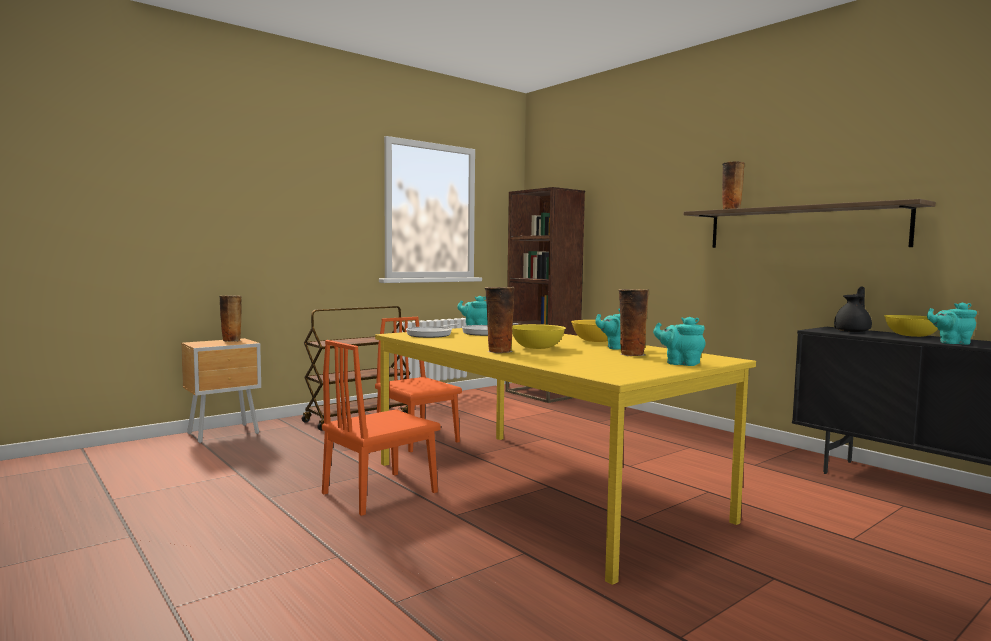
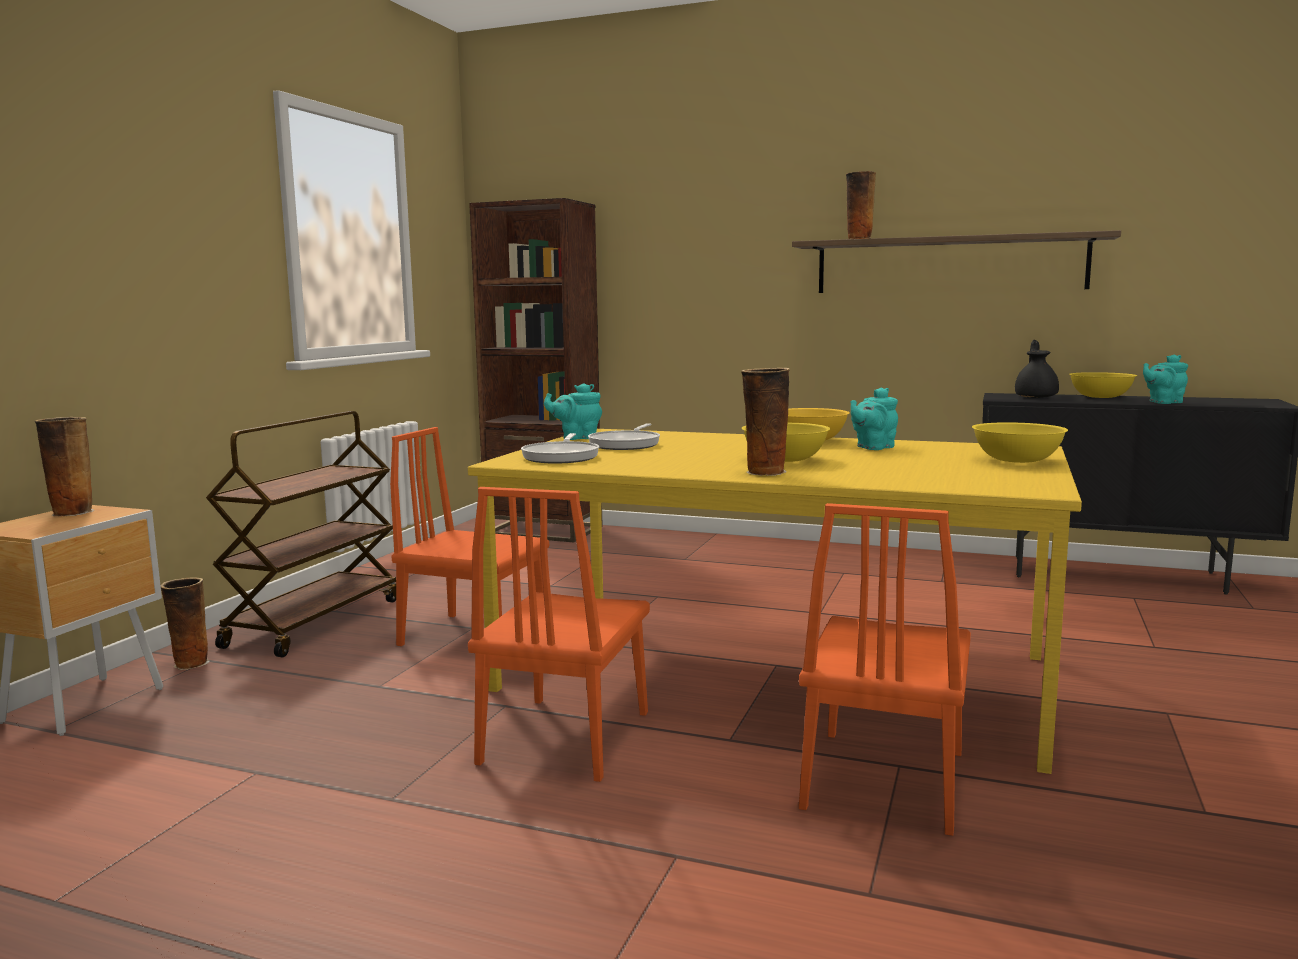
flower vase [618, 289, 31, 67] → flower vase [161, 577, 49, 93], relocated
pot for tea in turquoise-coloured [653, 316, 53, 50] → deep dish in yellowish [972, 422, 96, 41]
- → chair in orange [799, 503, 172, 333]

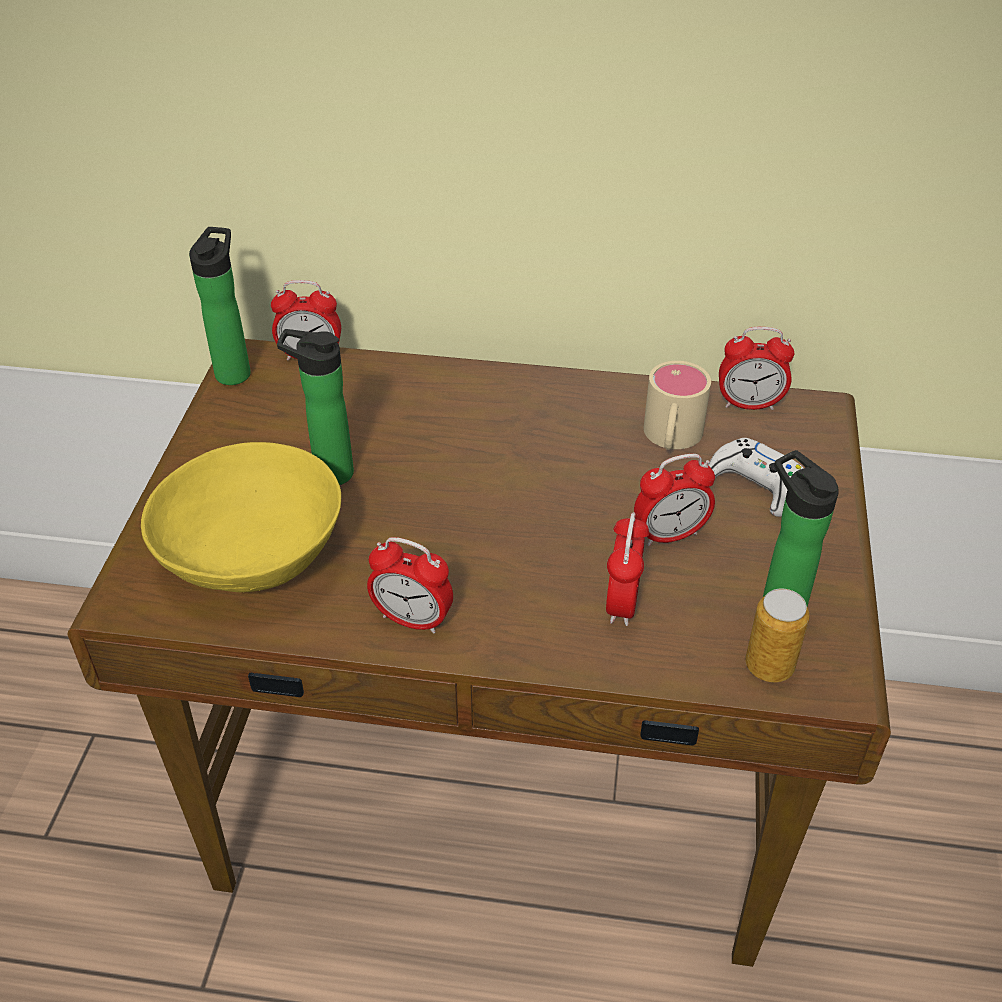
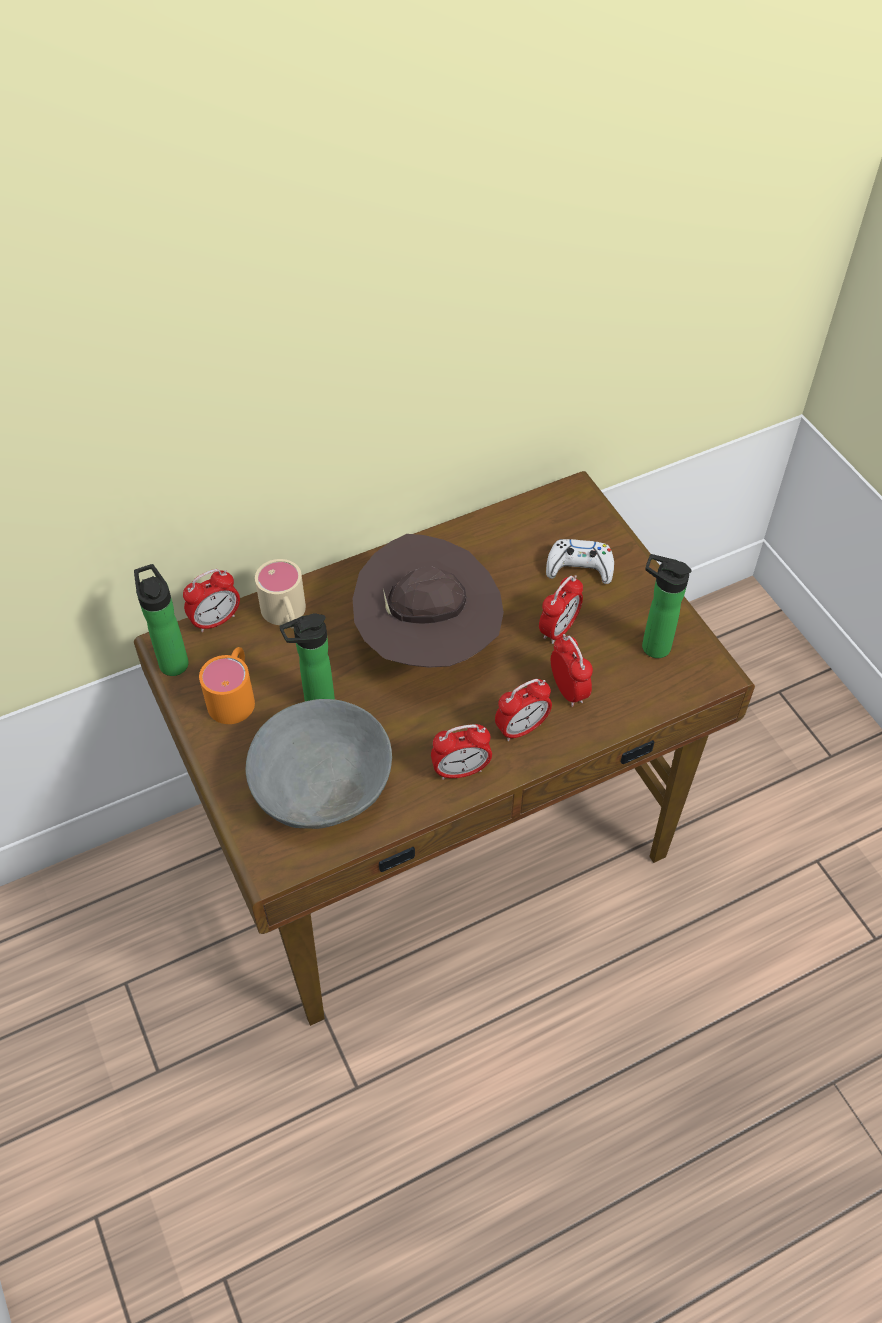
alarm clock [719, 327, 76, 83] → alarm clock [495, 679, 57, 62], relocated
tea mug in sand-coloured [644, 361, 67, 89] → tea mug in sand-coloured [255, 559, 51, 70], relocated
deep dish in yellowish [141, 442, 200, 150] → deep dish in gray [246, 699, 146, 130]
sealed can [745, 588, 65, 94] → -
- → wearable hat in brownish [353, 534, 151, 134]
- → tea mug in orange [199, 647, 56, 77]

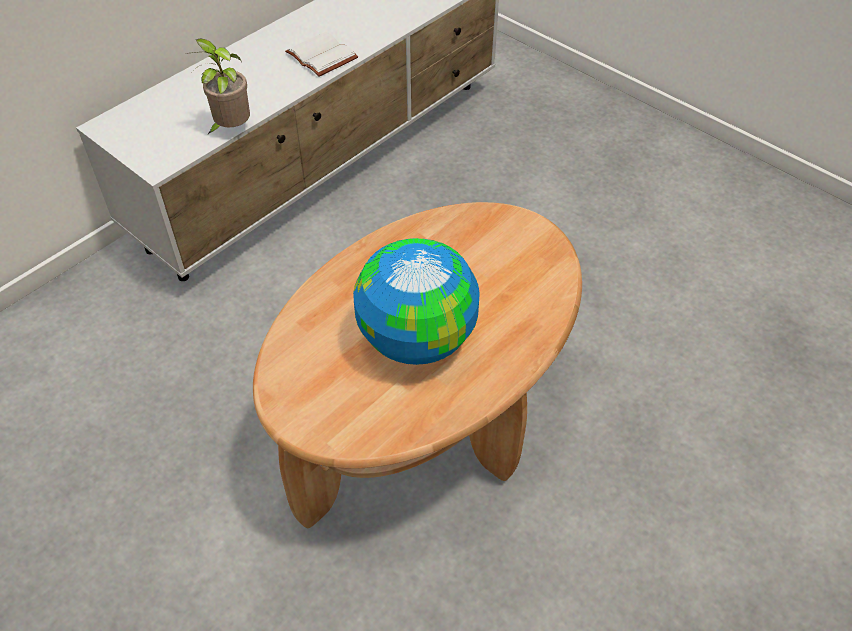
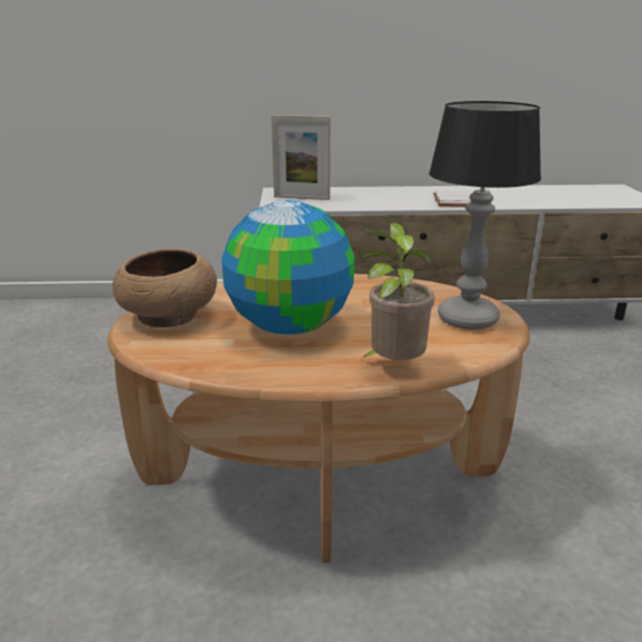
potted plant [185, 38, 65, 97] → potted plant [361, 222, 74, 138], relocated
- → tabletop lamp [429, 101, 112, 229]
- → photo frame [271, 115, 60, 85]
- → deep dish in brownish [113, 249, 104, 79]

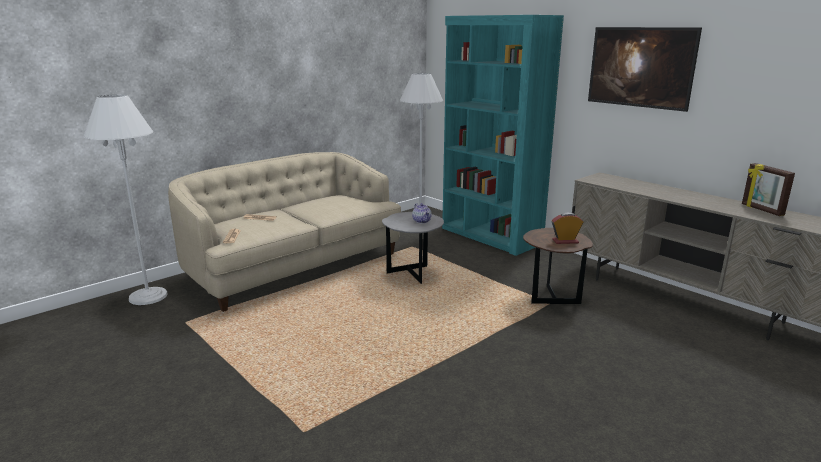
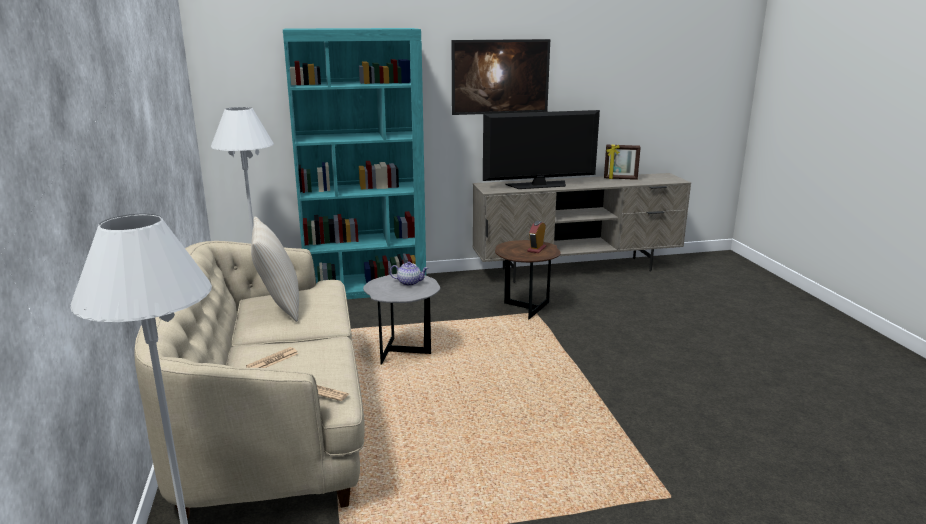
- → TV set [483, 110, 117, 79]
- → throw pillow in sand-coloured [251, 216, 48, 106]

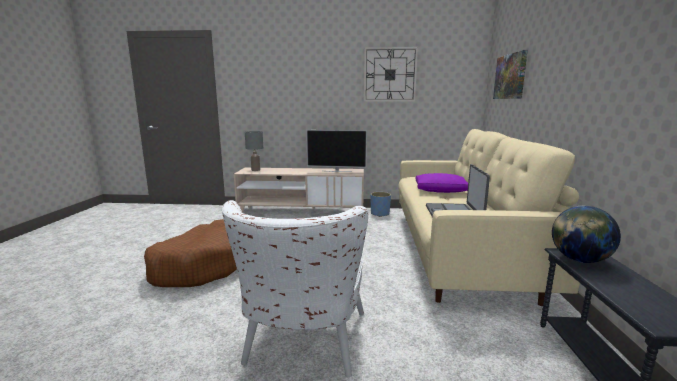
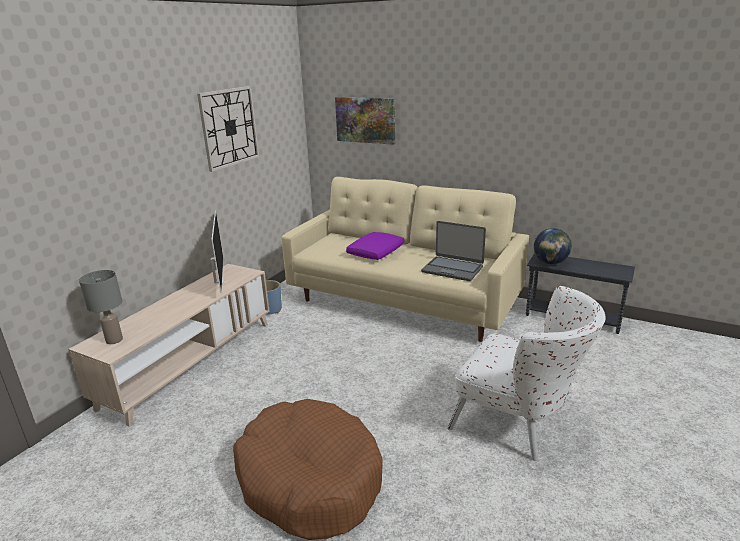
TV set [306, 130, 61, 42] → TV set [211, 210, 13, 83], 45 degrees counterclockwise

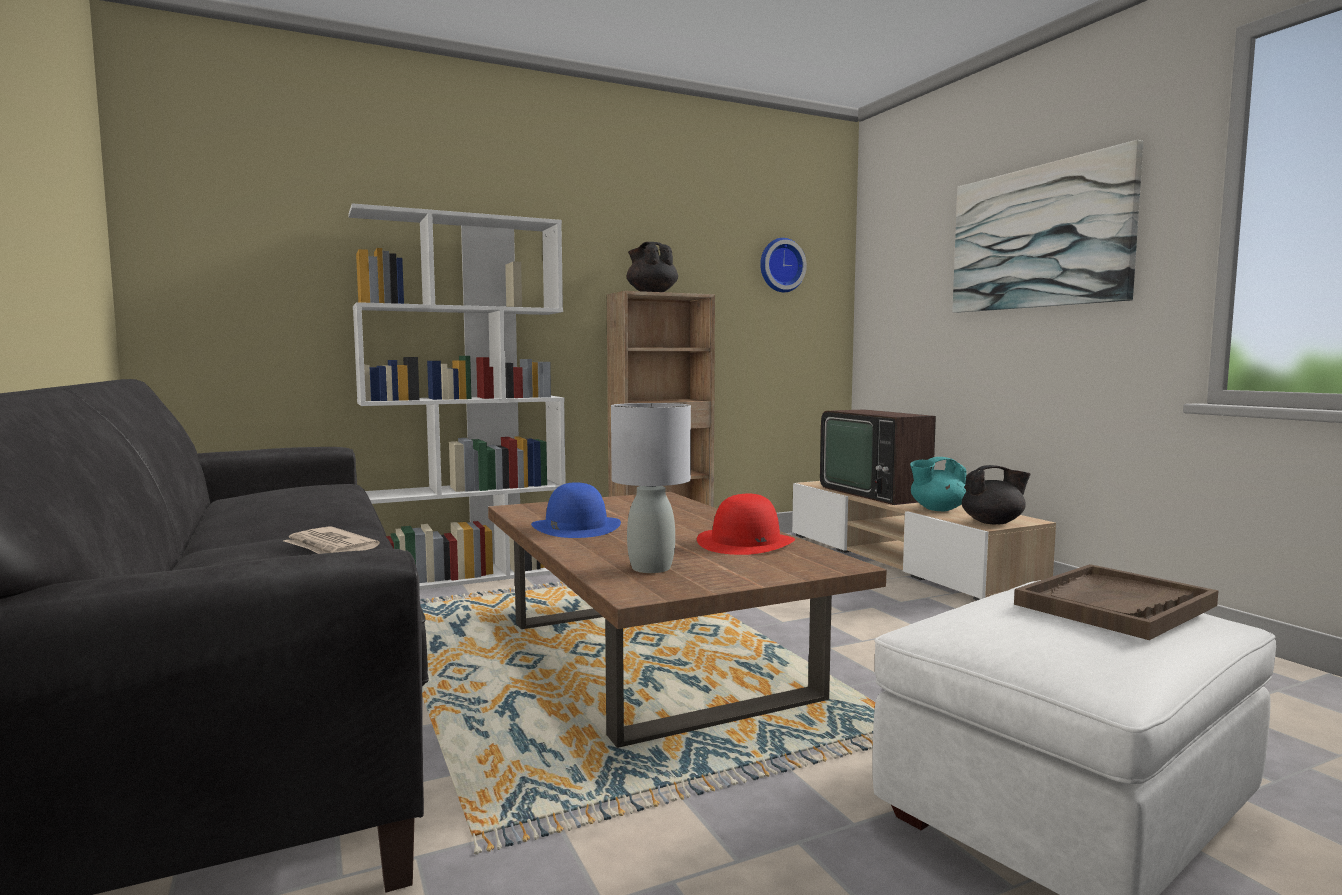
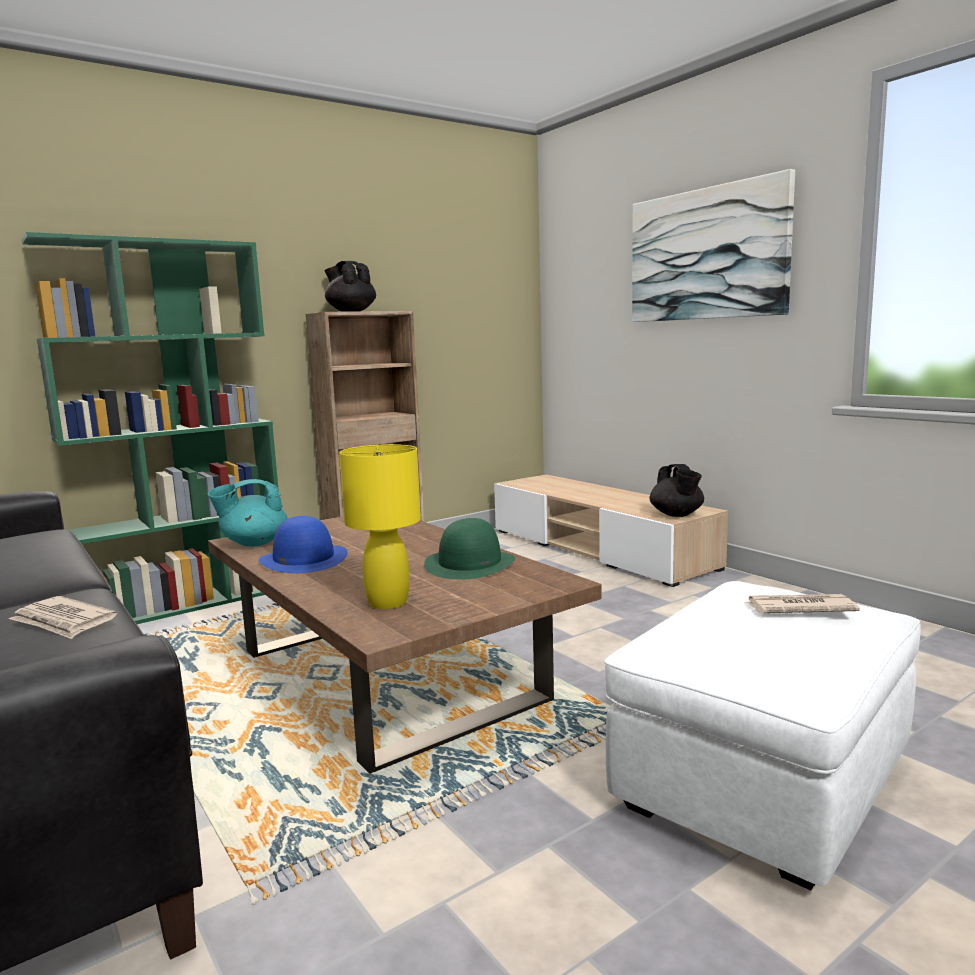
bookshelf in whitish [349, 203, 217, 387] → bookshelf in green-coloured [21, 232, 258, 392]
clock on the wall [760, 238, 47, 54] → -
tabletop lamp in gray [611, 403, 80, 170] → tabletop lamp in yellowish [339, 444, 82, 165]
TV set [820, 409, 116, 96] → -
pot for tea in turquoise-coloured [910, 457, 57, 54] → pot for tea in turquoise-coloured [208, 479, 80, 68], relocated
pot for tea in black-coloured [962, 465, 69, 59] → pot for tea in black-coloured [649, 464, 55, 53], 90 degrees clockwise
wearable hat in reddish [697, 494, 98, 61] → wearable hat in green-coloured [424, 518, 91, 62]
carrying tray in brownish [1014, 564, 205, 76] → printed paper [744, 594, 116, 19]

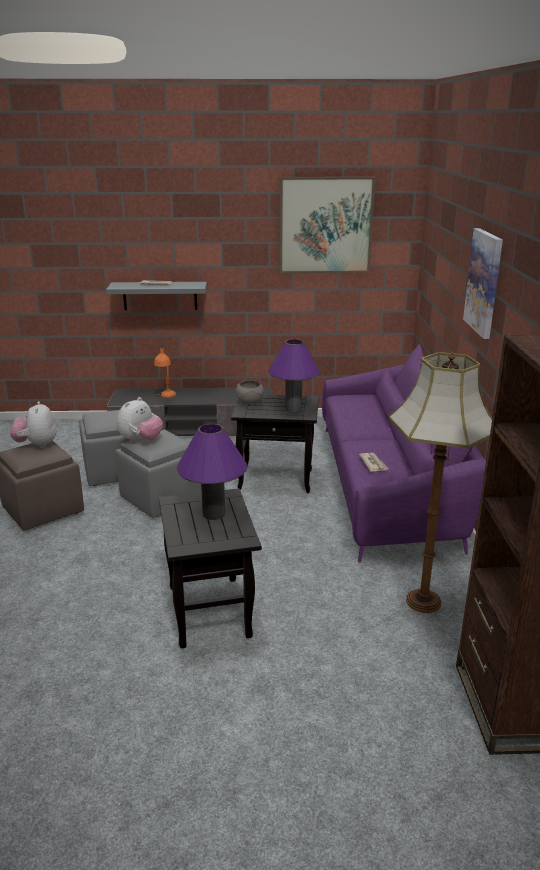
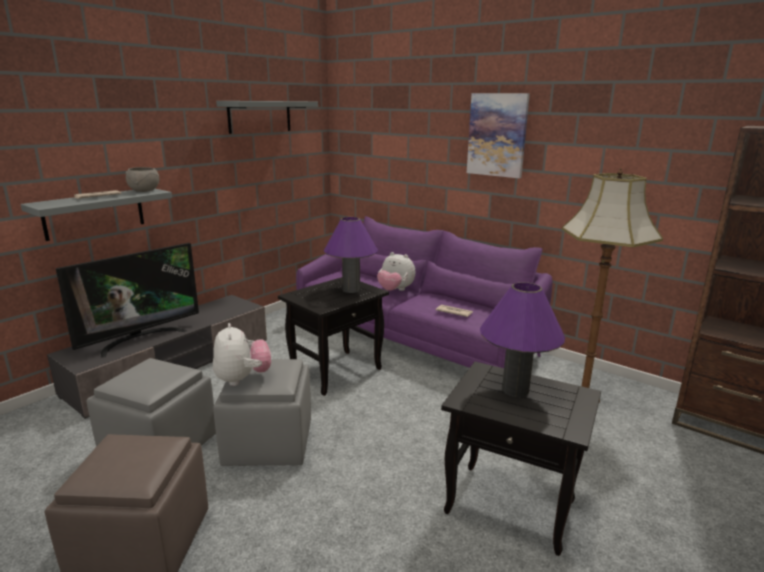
wall art [279, 177, 96, 96] → wall shelf in gray [216, 101, 102, 33]
tabletop lamp in orange [154, 345, 22, 53] → TV set [56, 243, 143, 115]
deep dish in gray [236, 380, 29, 24] → deep dish in gray [126, 167, 34, 25], relocated
cuddly toy [10, 401, 46, 47] → cuddly toy [377, 252, 38, 39], relocated

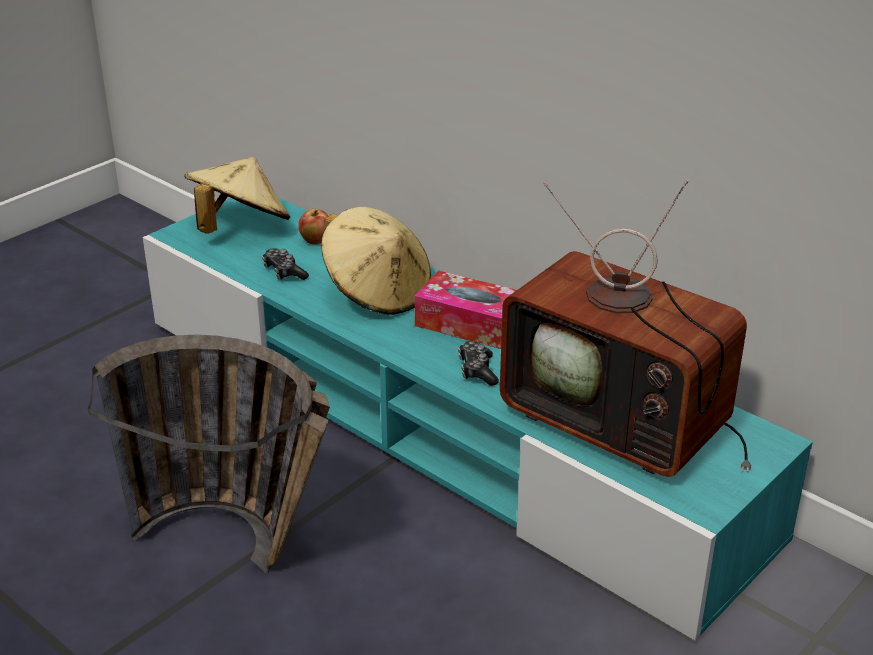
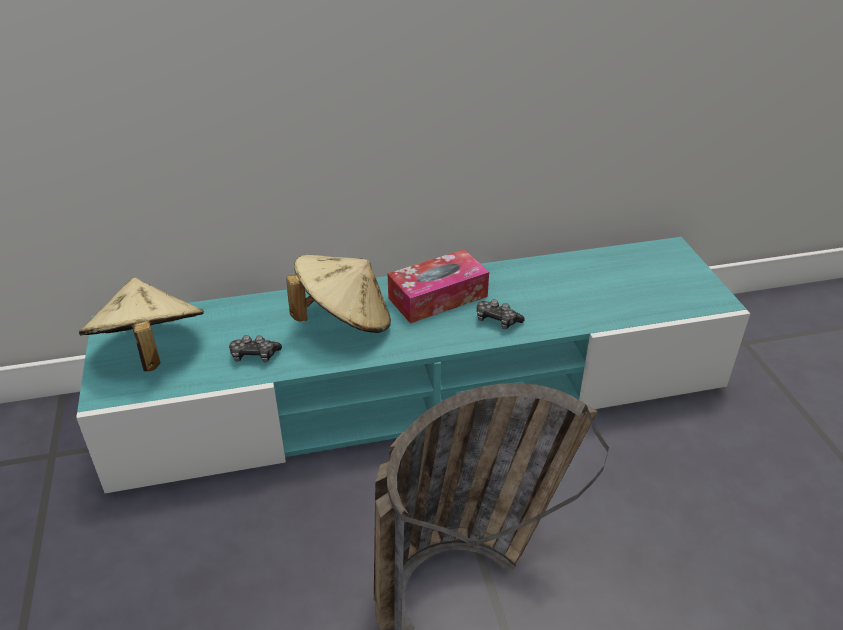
TV set [500, 179, 251, 298] → -
apple fruit [298, 209, 30, 35] → -

